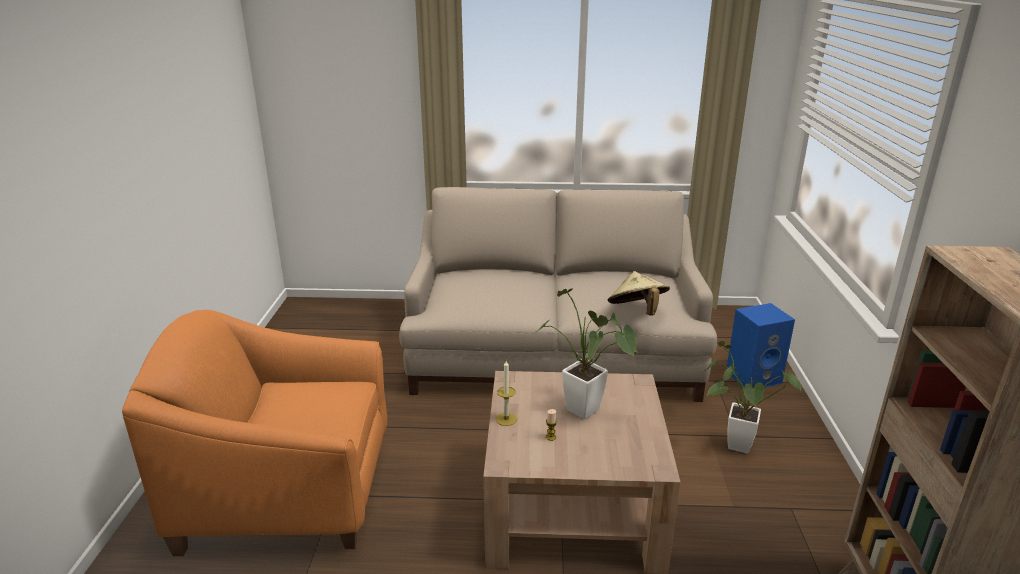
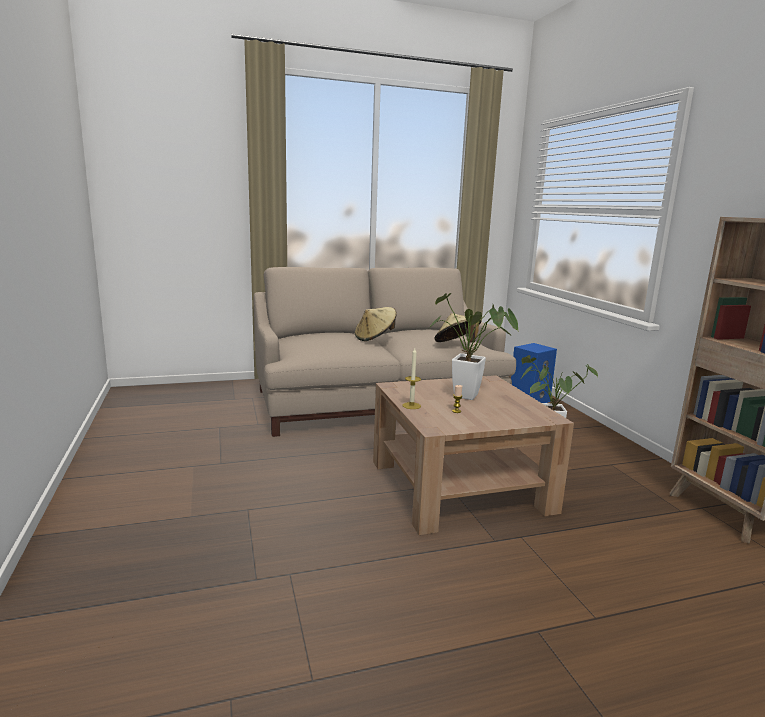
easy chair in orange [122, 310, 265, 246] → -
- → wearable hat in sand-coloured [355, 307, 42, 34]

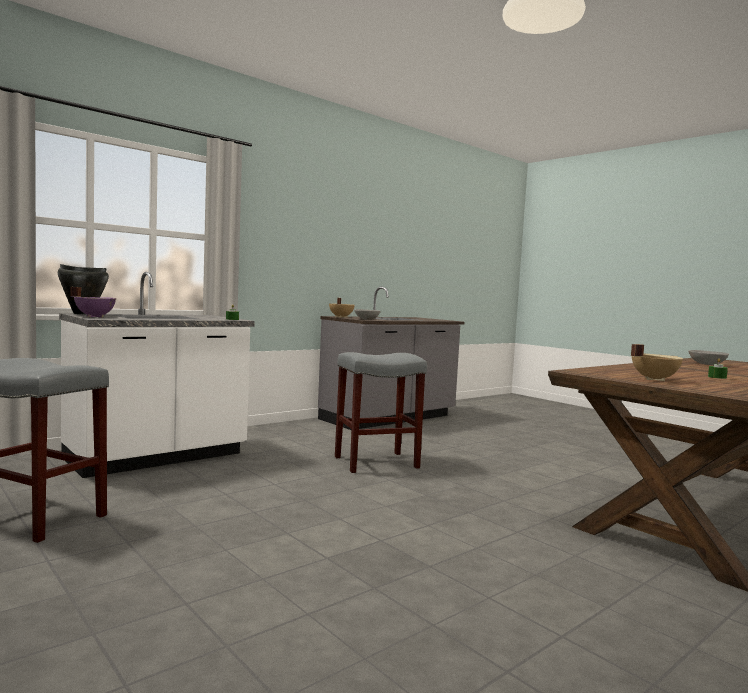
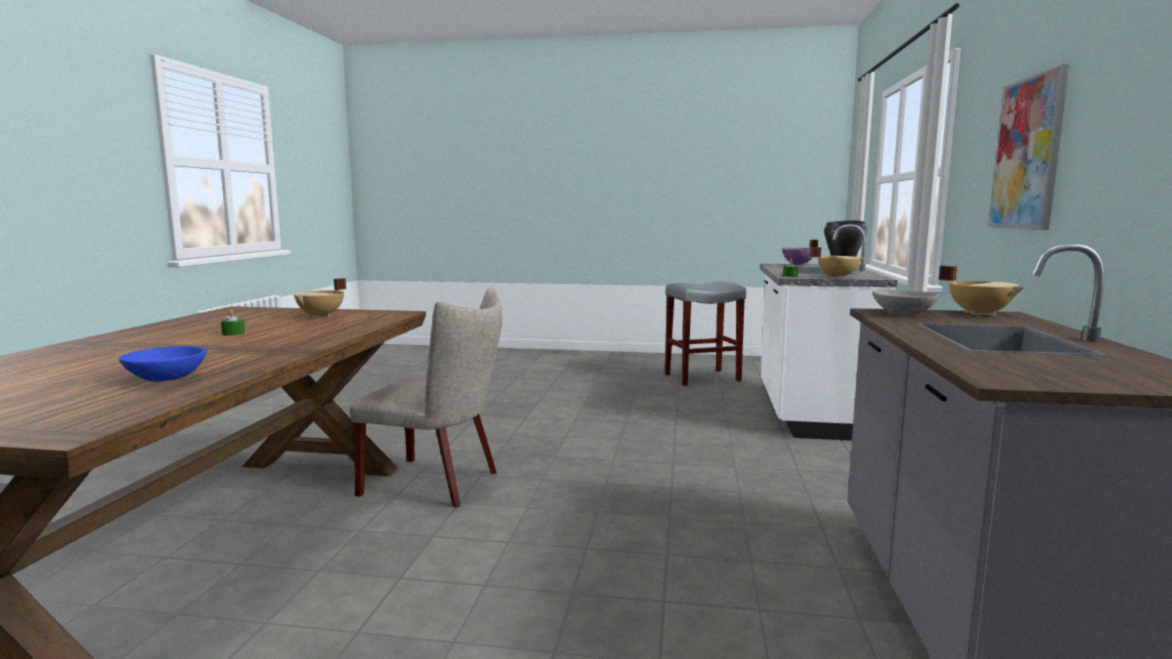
deep dish in gray [688, 350, 41, 15] → deep dish in blue-coloured [119, 346, 88, 36]
stool seat in gray [335, 352, 92, 121] → -
- → wall art [988, 64, 81, 166]
- → stockpot in sand-coloured [810, 247, 54, 31]
- → chair in sand-coloured [350, 287, 152, 221]

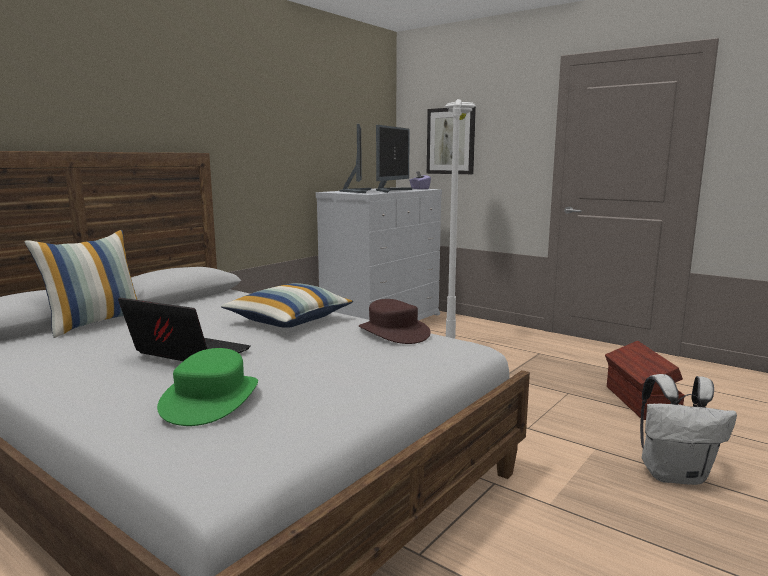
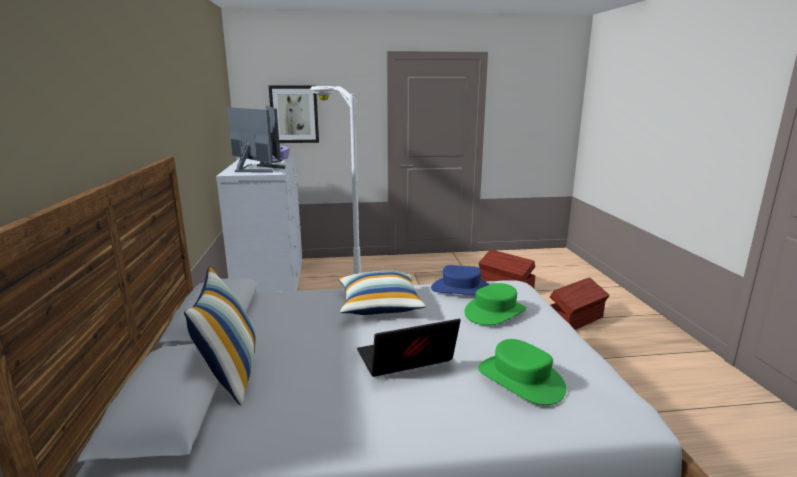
wearable hat in brownish [359, 299, 72, 45] → wearable hat in blue-coloured [431, 265, 58, 31]
backpack in whitish [640, 374, 97, 111] → storage container in brownish [550, 277, 60, 53]
- → wearable hat in green-coloured [464, 283, 62, 43]

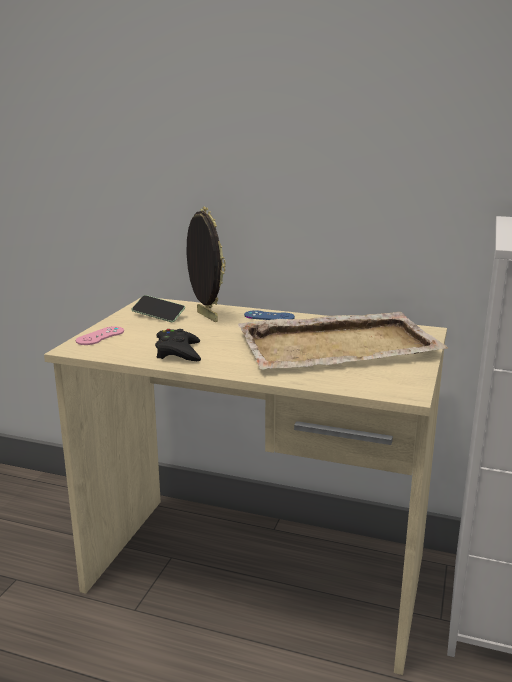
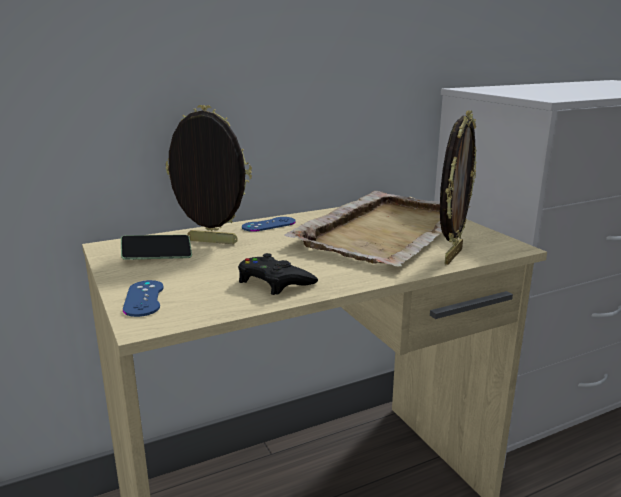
gamepad in pink [76, 326, 48, 19] → gamepad in blue-coloured [123, 280, 41, 37]
- → photo frame [440, 110, 37, 155]

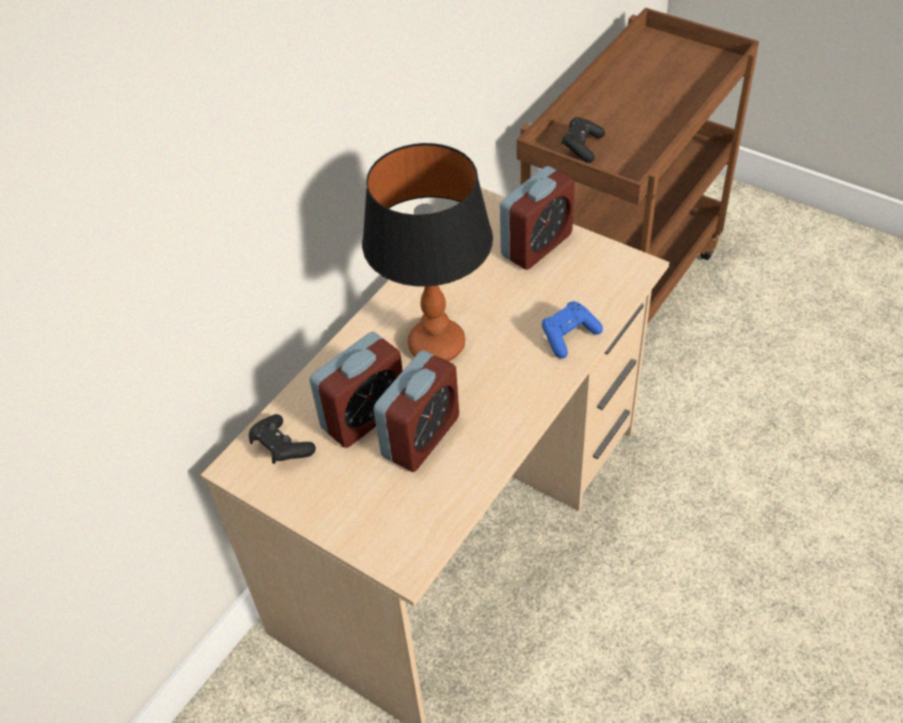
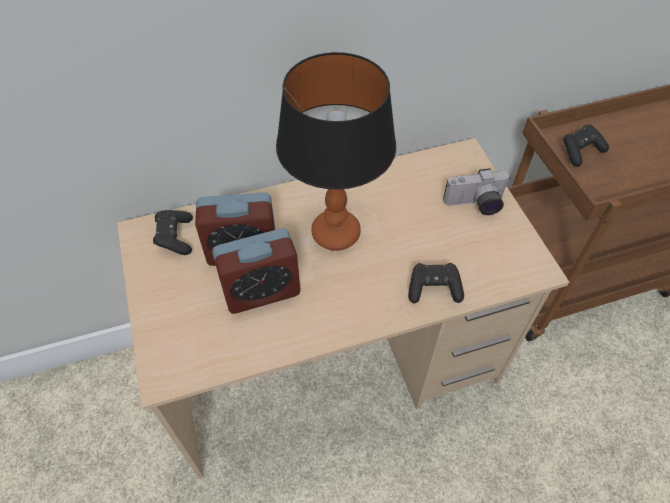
alarm clock [500, 166, 75, 104] → photo camera [443, 168, 67, 47]
gamepad in blue-coloured [542, 301, 61, 58] → gamepad in black-coloured [408, 263, 56, 40]

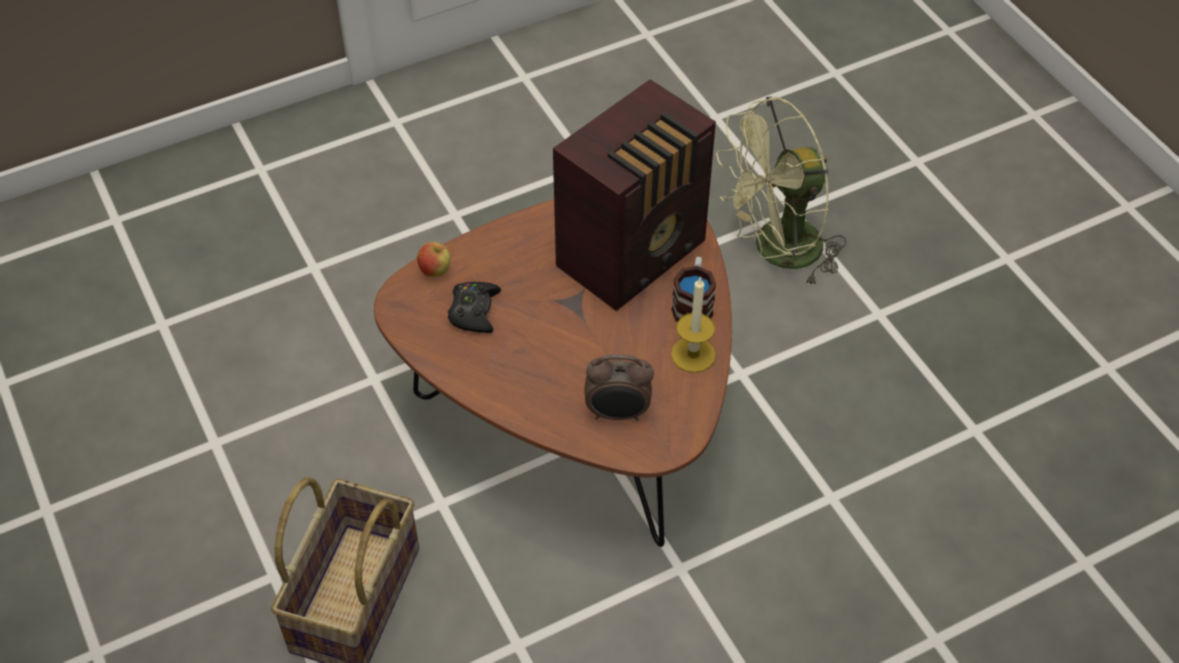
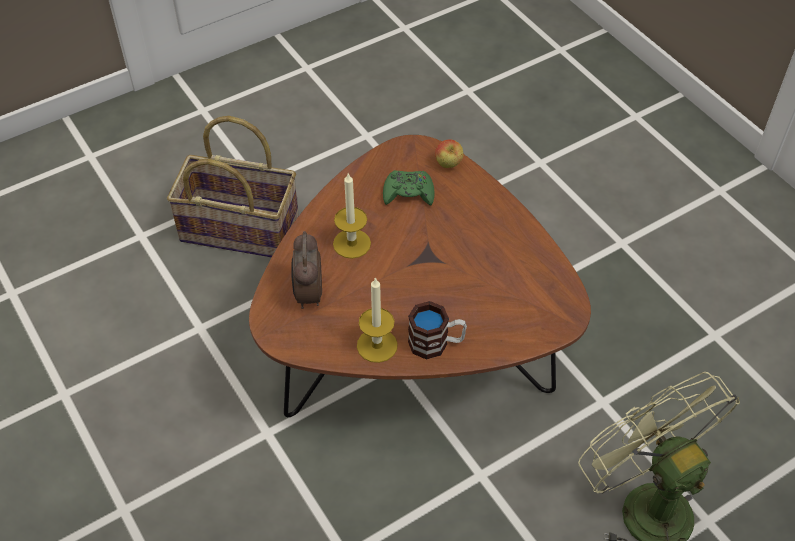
radio receiver [553, 79, 163, 232] → -
gamepad in black-coloured [448, 282, 53, 51] → gamepad in green-coloured [383, 170, 51, 36]
- → candle [333, 173, 38, 86]

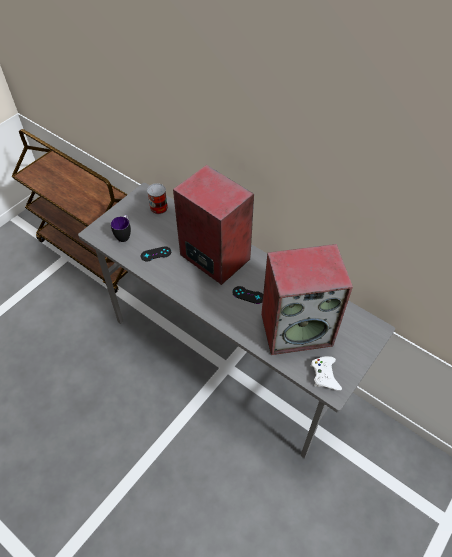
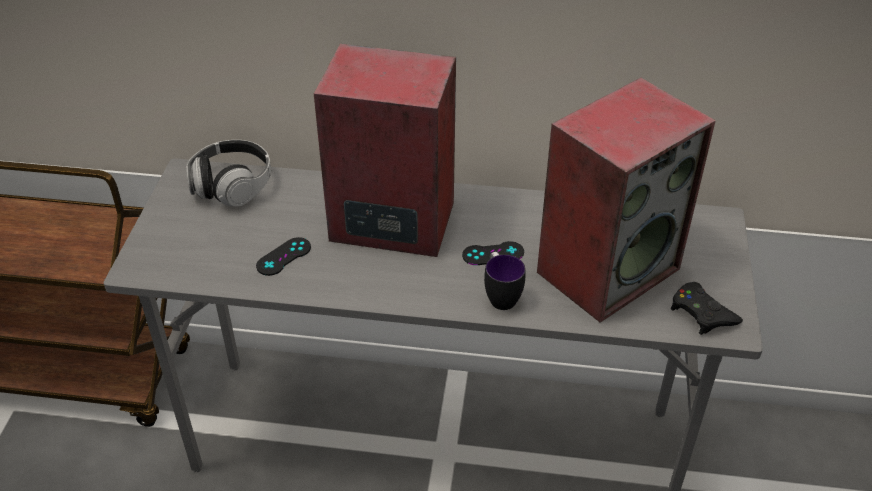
sealed can [147, 183, 21, 31] → pair of headphones [187, 140, 84, 67]
tea mug [111, 215, 20, 27] → tea mug [484, 252, 41, 58], relocated
gamepad in whitish [310, 356, 32, 34] → gamepad in black-coloured [671, 282, 72, 53]

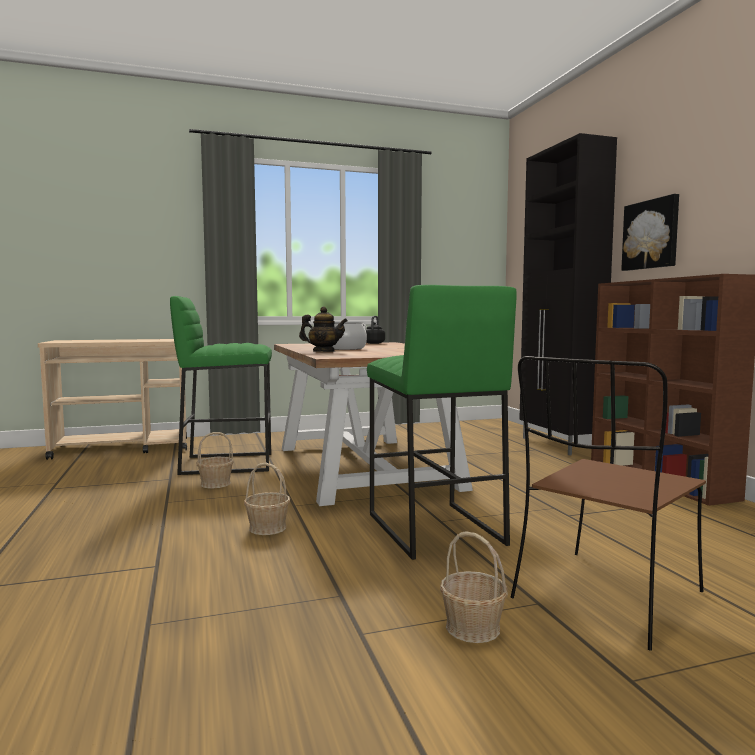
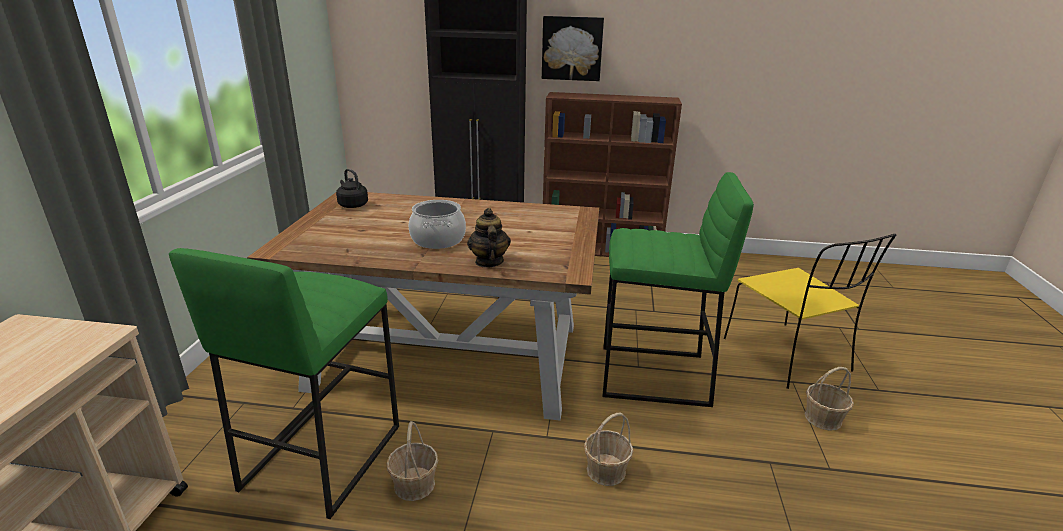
pot for tea [299, 307, 48, 45] → pot for tea [467, 208, 44, 60], 45 degrees counterclockwise
chair in brownish [511, 356, 195, 295] → chair in yellowish [724, 234, 172, 155]

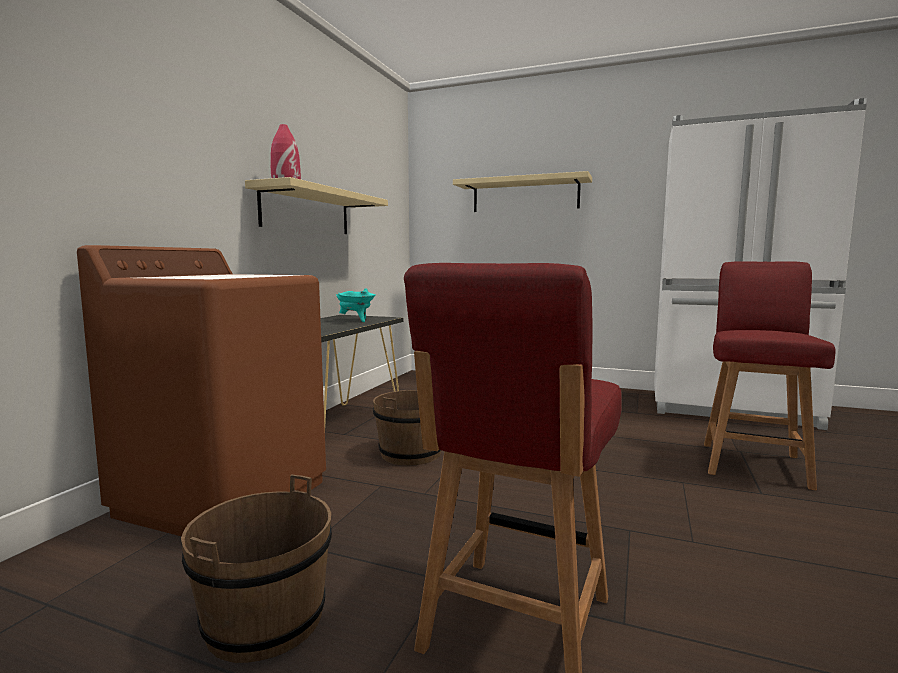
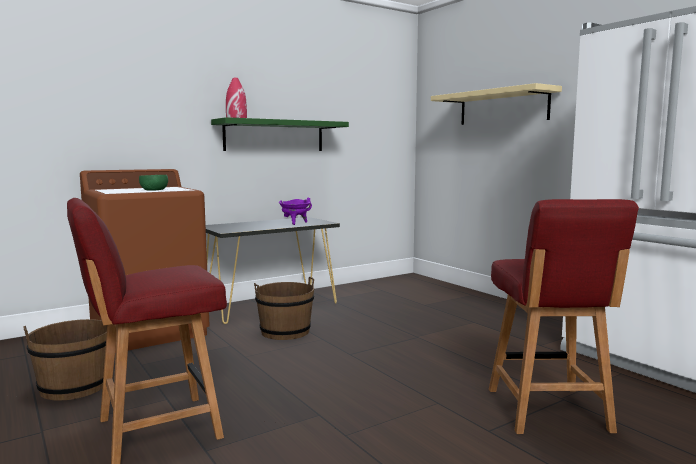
wall shelf in sand-coloured [245, 177, 143, 57] → wall shelf in green-coloured [211, 117, 138, 34]
chair in reddish [704, 261, 132, 229] → chair in reddish [489, 199, 150, 235], 120 degrees clockwise
stockpot in turquoise-coloured [336, 288, 40, 34] → stockpot in purplish [279, 198, 33, 27]
- → deep dish in green-coloured [139, 175, 29, 16]

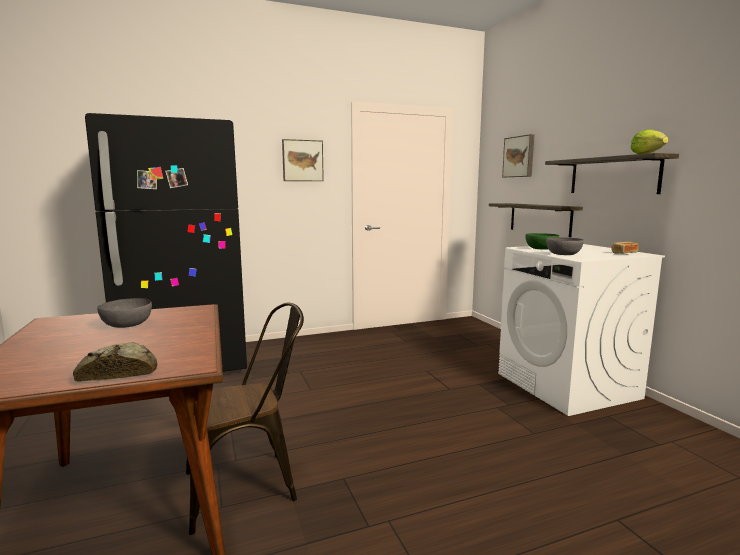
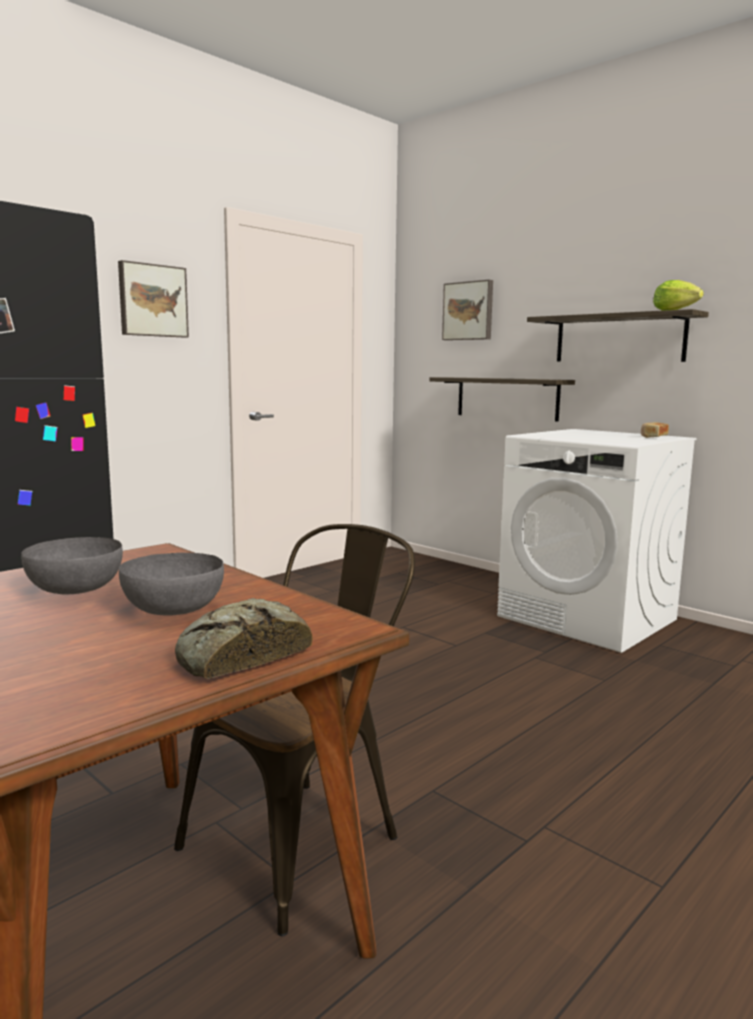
deep dish in green-coloured [526, 233, 33, 17] → -
deep dish in gray [546, 237, 38, 18] → deep dish in gray [119, 553, 105, 62], relocated

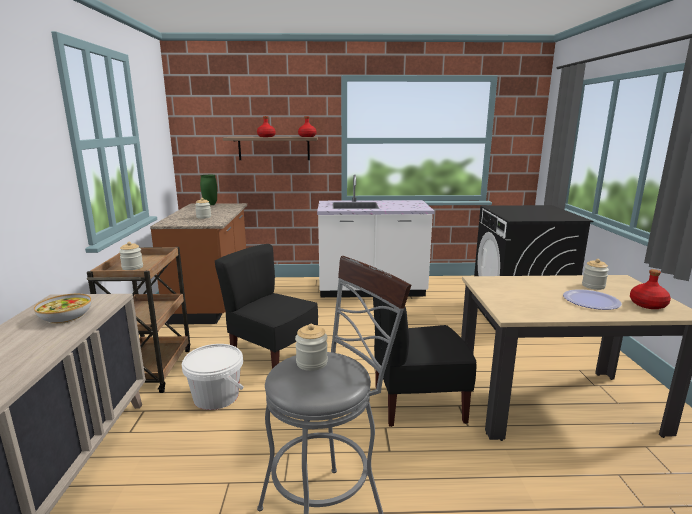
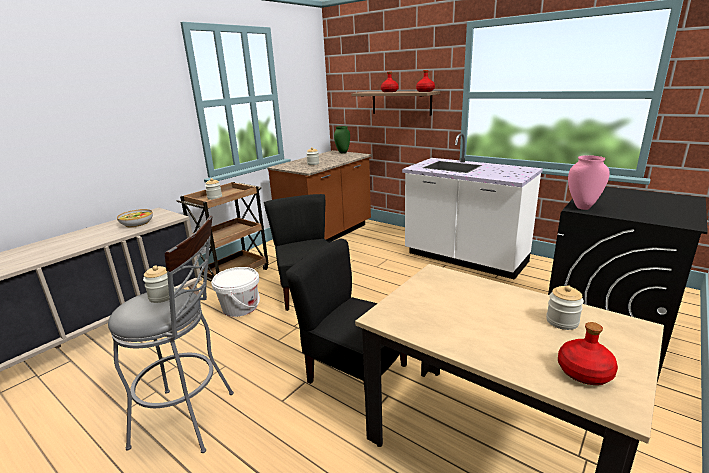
dinner plate [563, 289, 59, 21] → -
- → flower vase in pink [568, 155, 42, 55]

